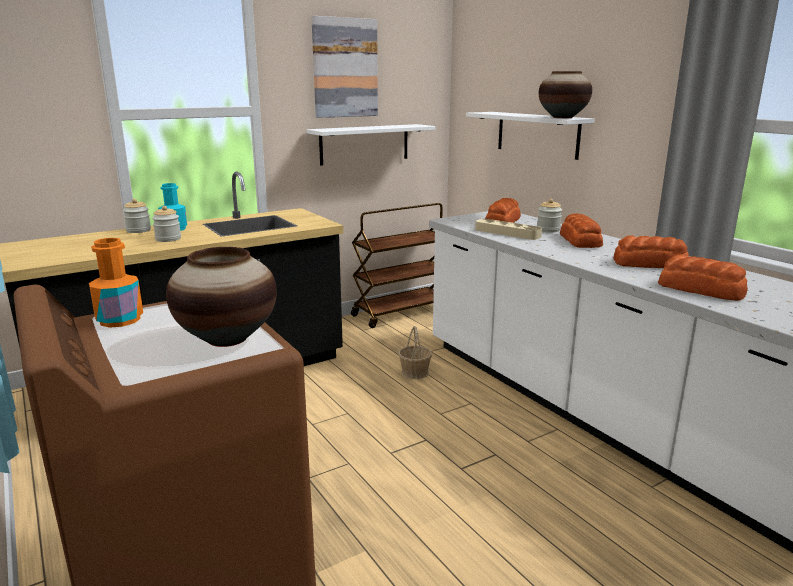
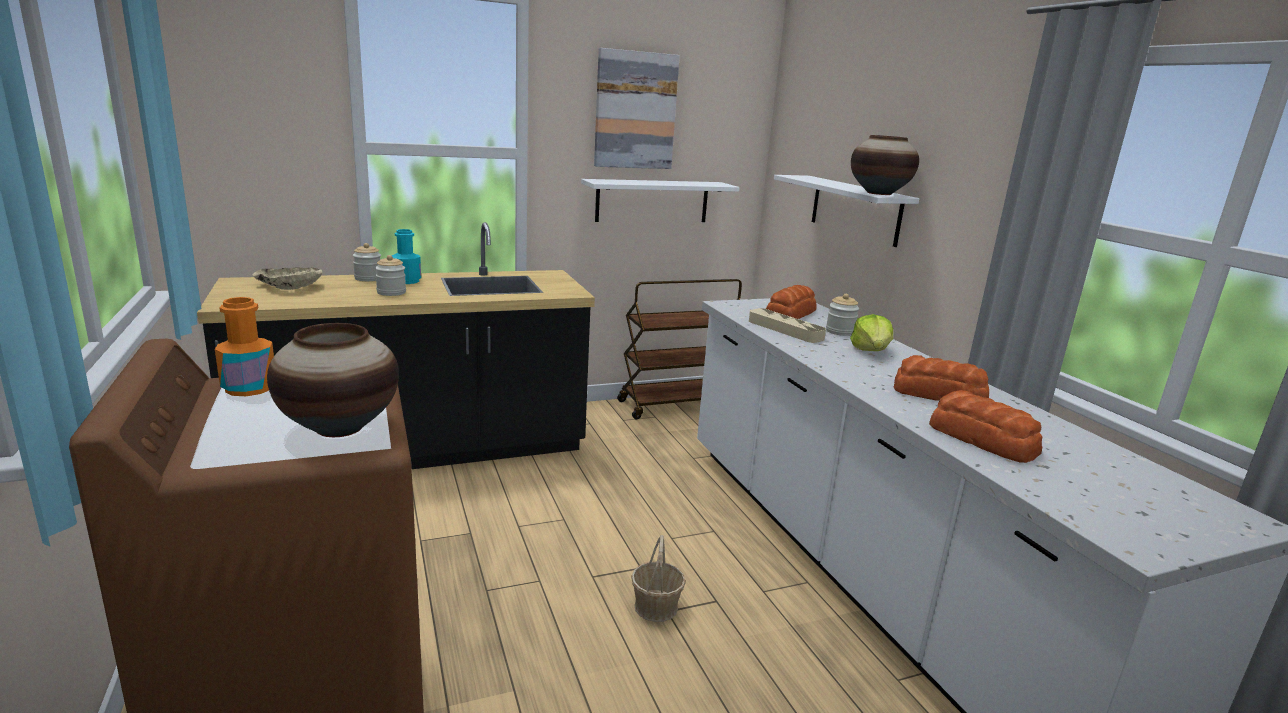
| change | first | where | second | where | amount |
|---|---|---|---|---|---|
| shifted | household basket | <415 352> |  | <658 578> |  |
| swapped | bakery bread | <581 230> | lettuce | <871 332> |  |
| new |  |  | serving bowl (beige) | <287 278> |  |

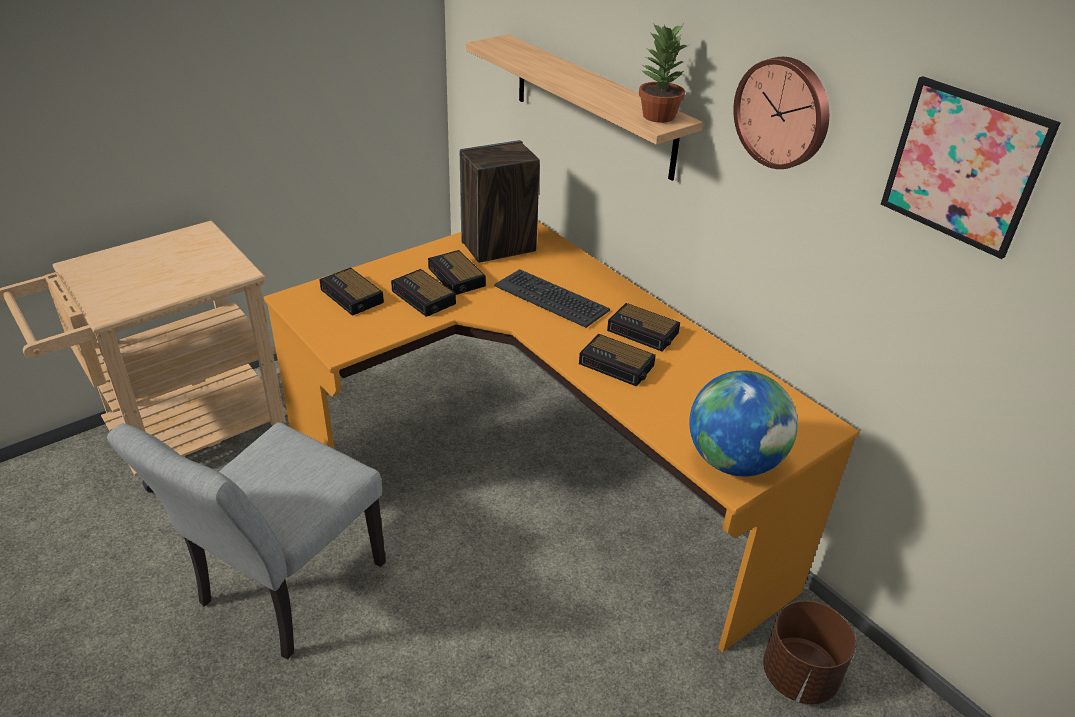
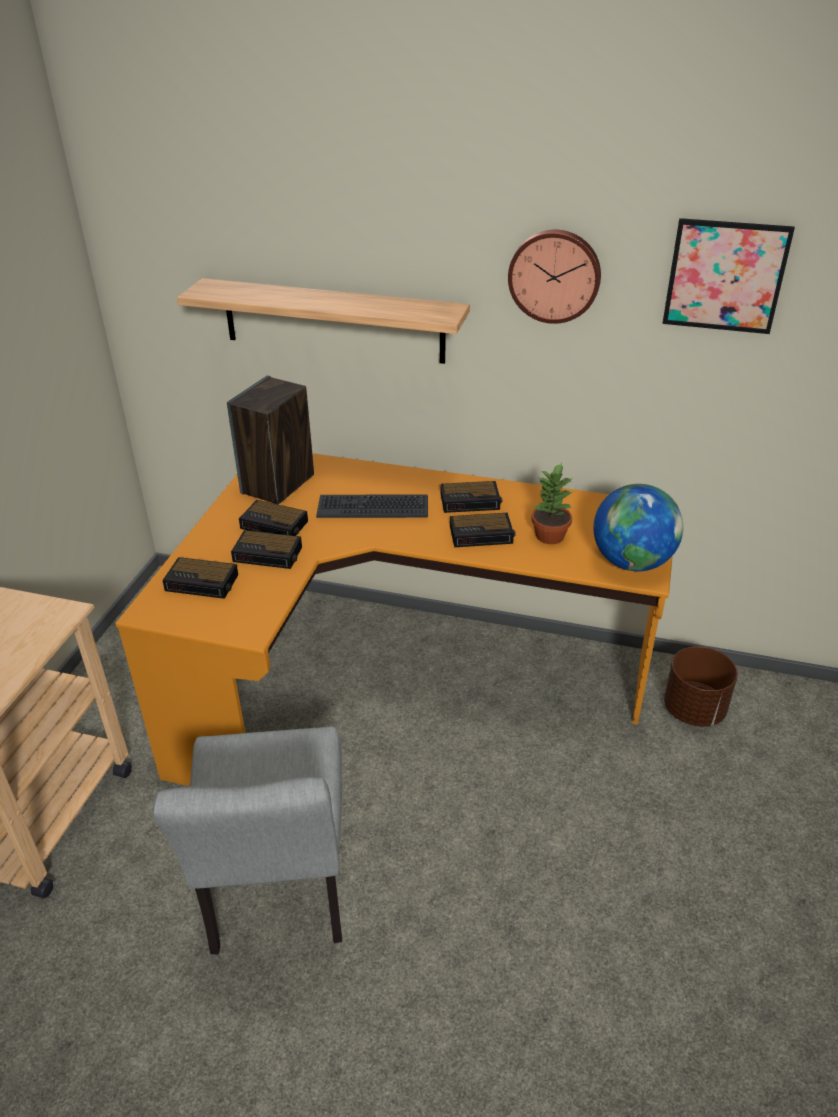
| change | first | where | second | where | amount |
|---|---|---|---|---|---|
| shifted | potted plant | <664 73> |  | <551 503> |  |

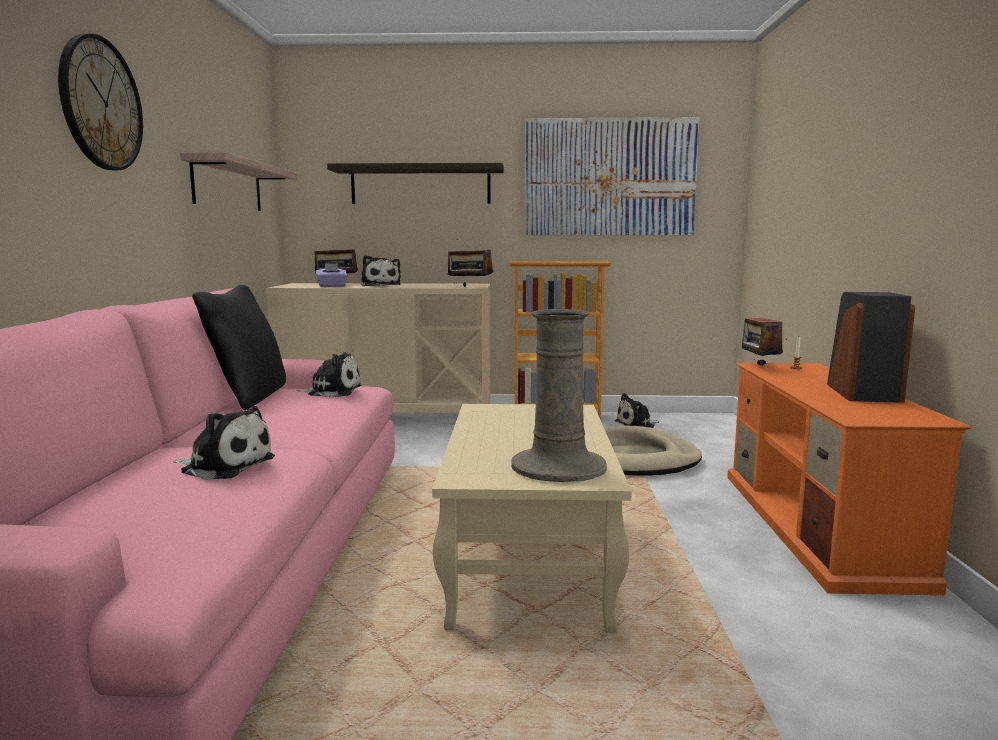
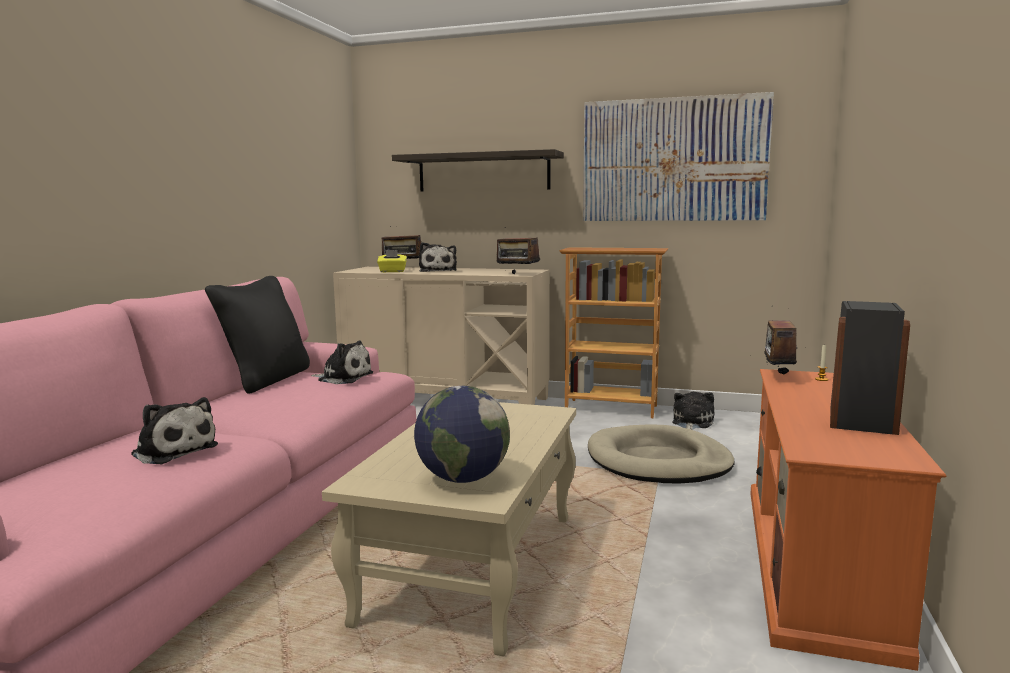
| change | first | where | second | where | amount |
|---|---|---|---|---|---|
| gone | hanging clock | <100 101> |  |  |  |
| gone | wall shelf | <238 181> |  |  |  |
| repainted | tissue holder (purplish) | <331 275> | tissue holder (yellowish) | <392 261> |  |
| swapped | vase (beige) | <559 395> | desk globe | <462 434> |  |
| rotated | soft toy | <637 410> |  | <693 411> | 120 degrees clockwise |

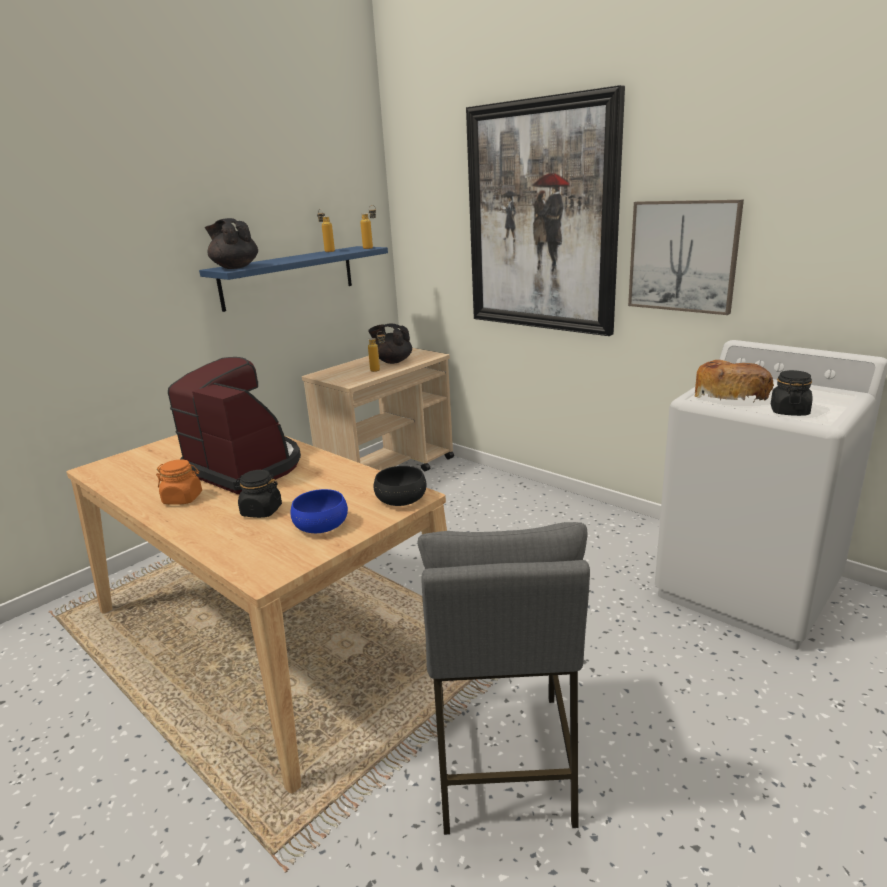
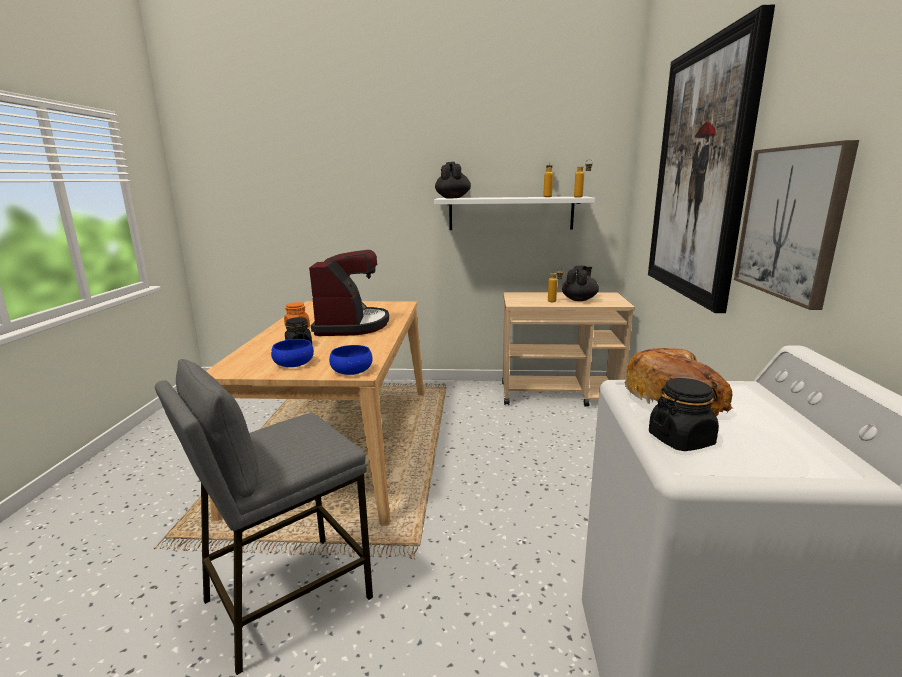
| change | first | where | second | where | amount |
|---|---|---|---|---|---|
| repainted | wall shelf (blue-coloured) | <293 279> | wall shelf (whitish) | <514 213> |  |
| rotated | teapot (black) | <390 343> |  | <580 283> | 45 degrees clockwise |
| repainted | serving bowl (black) | <400 486> | serving bowl (blue-coloured) | <350 360> |  |

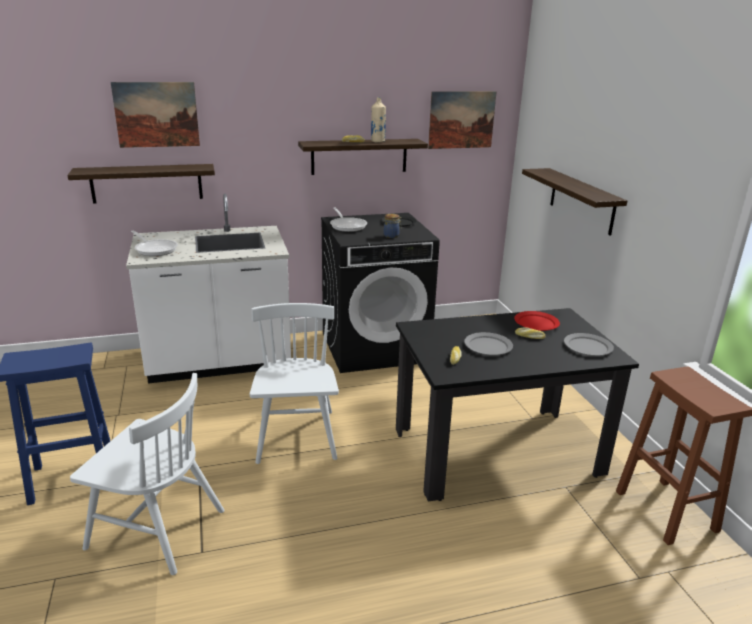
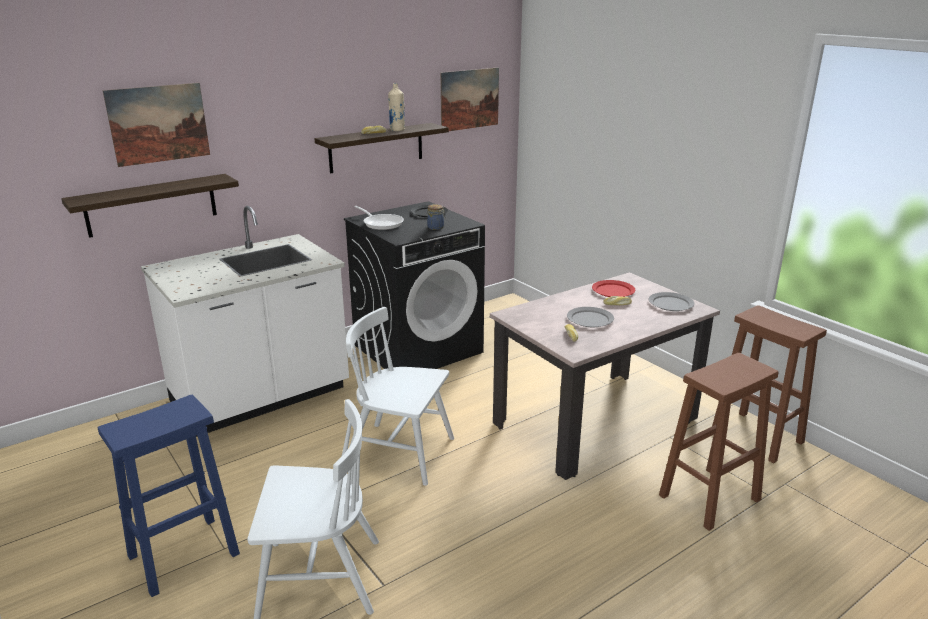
| change | first | where | second | where | amount |
|---|---|---|---|---|---|
| gone | skillet | <154 243> |  |  |  |
| rotated | chair (whitish) | <294 383> |  | <400 396> | 45 degrees counterclockwise |
| repainted | kitchen table (black) | <517 405> | kitchen table (beige) | <605 376> |  |
| gone | wall shelf | <574 201> |  |  |  |
| new |  |  | sitting stool (brown-coloured) | <719 442> |  |

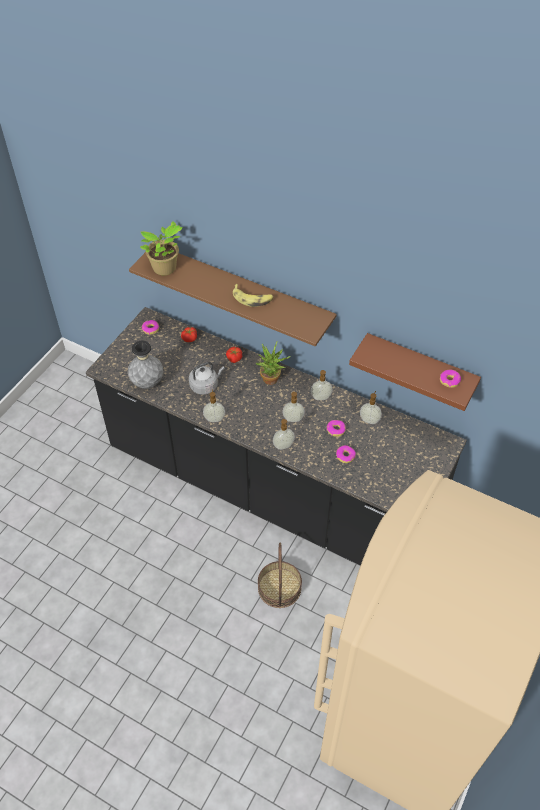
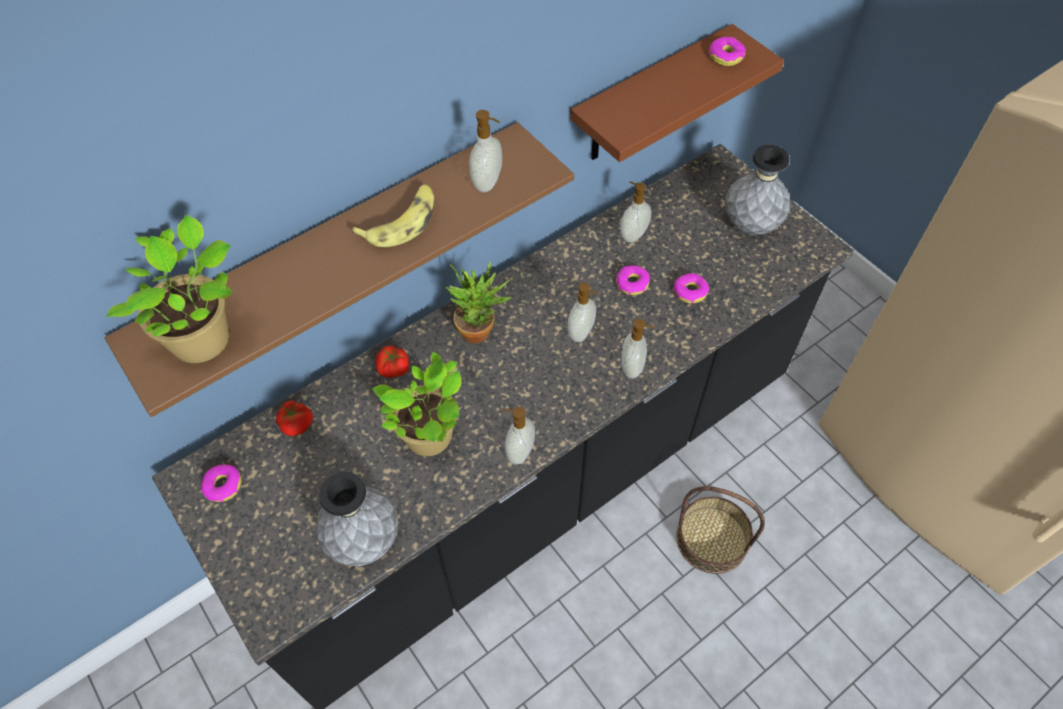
| change | first | where | second | where | amount |
|---|---|---|---|---|---|
| swapped | tea kettle (grey) | <207 378> | potted plant | <417 404> |  |
| shifted | soap dispenser | <321 385> |  | <485 151> |  |
| new |  |  | vase (grey) | <758 190> |  |

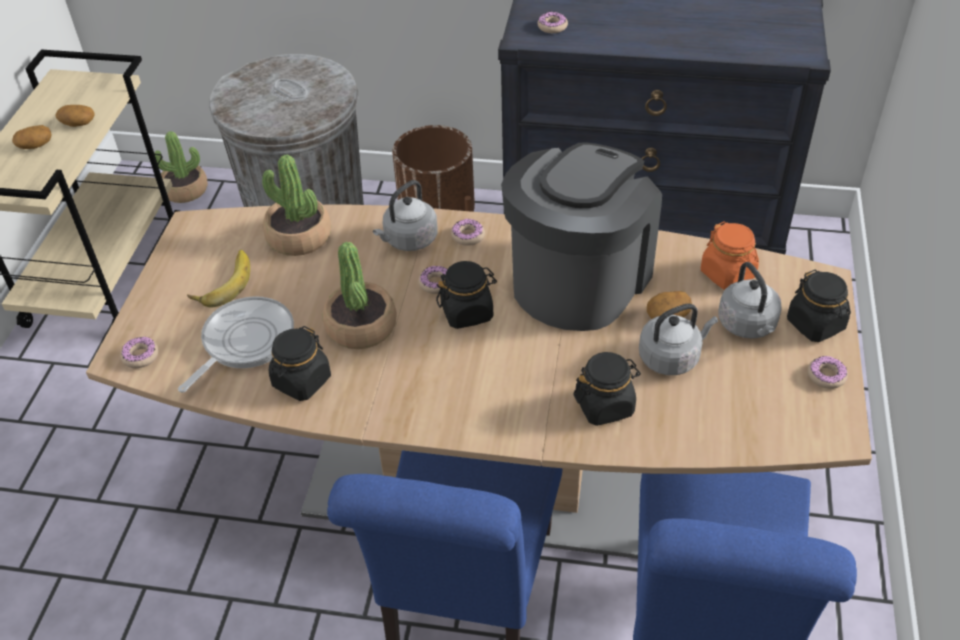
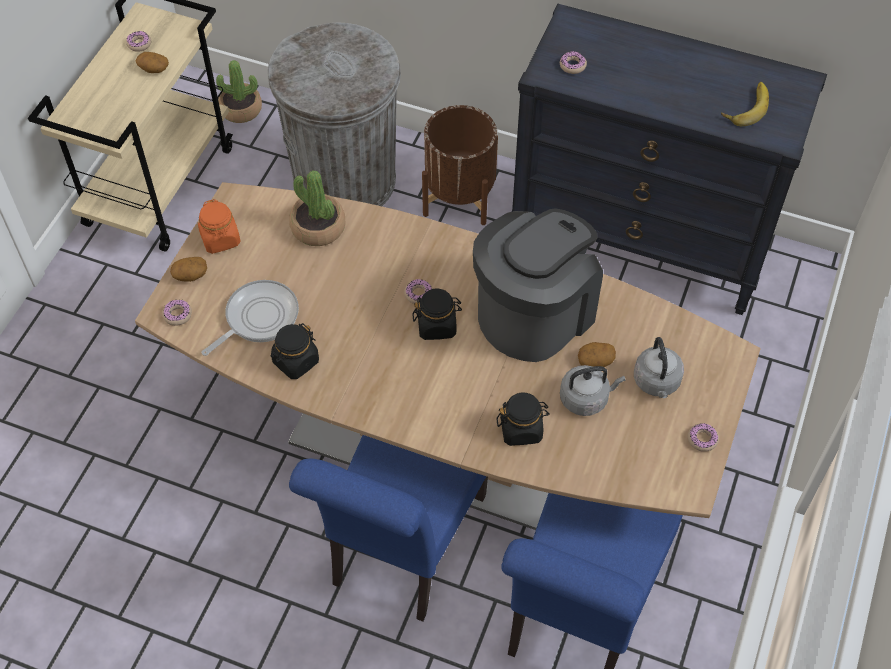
| change | first | where | second | where | amount |
|---|---|---|---|---|---|
| shifted | whole potato | <32 137> |  | <188 269> |  |
| shifted | banana fruit | <218 279> |  | <745 104> |  |
| gone | potted plant | <360 295> |  |  |  |
| gone | tea kettle (grey) | <405 215> |  |  |  |
| shifted | donut | <468 232> |  | <138 41> |  |
| shifted | storage jar (orange) | <730 256> |  | <219 226> |  |
| gone | storage jar (black) | <819 306> |  |  |  |

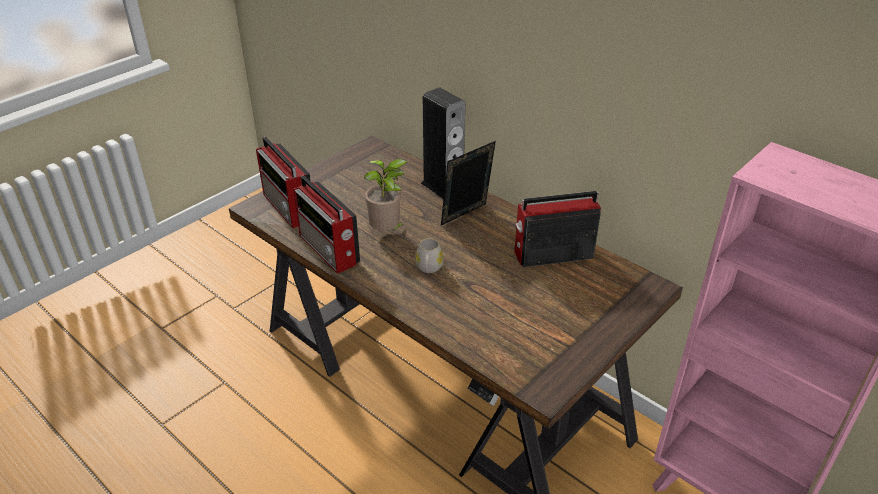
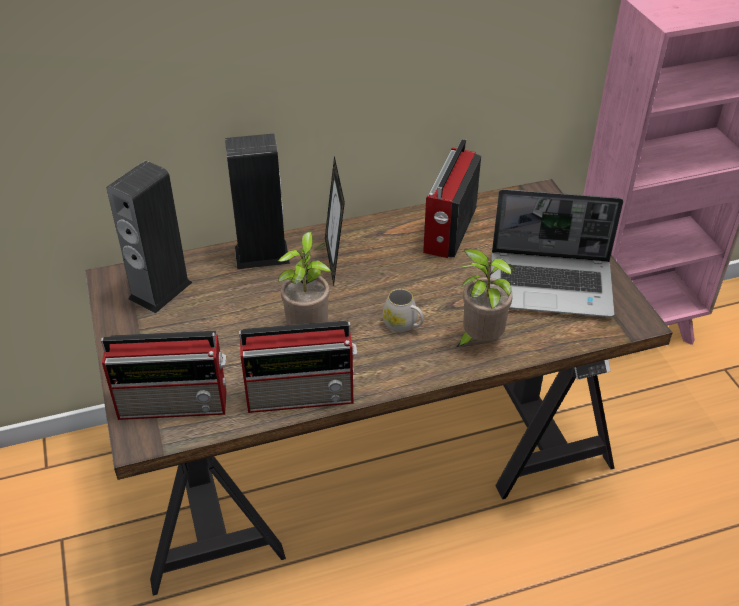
| change | first | where | second | where | amount |
|---|---|---|---|---|---|
| new |  |  | speaker | <150 237> |  |
| new |  |  | potted plant | <485 298> |  |
| new |  |  | notebook computer | <556 253> |  |

